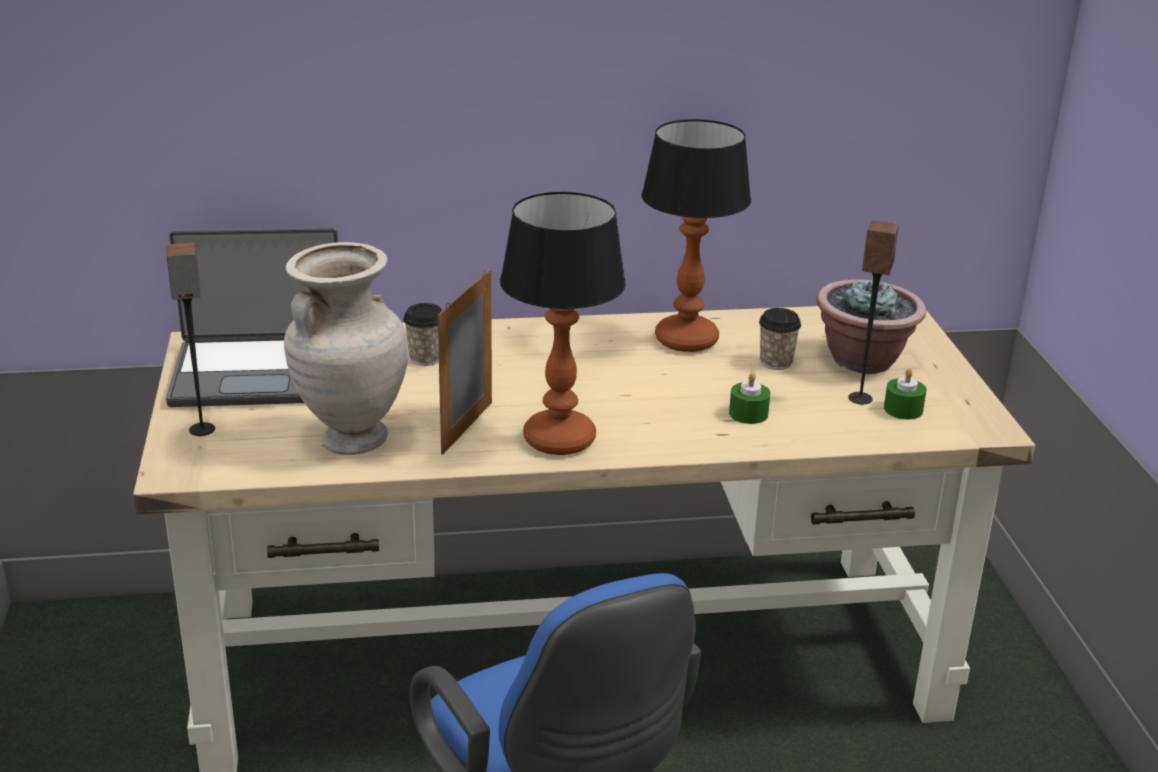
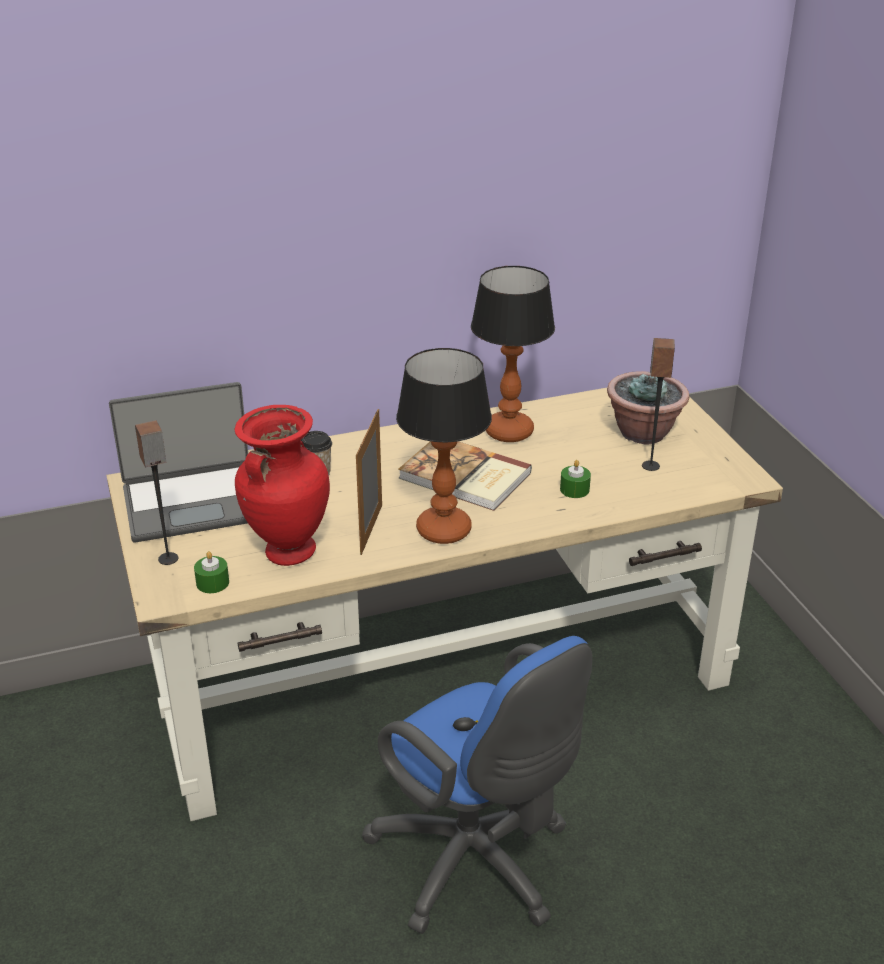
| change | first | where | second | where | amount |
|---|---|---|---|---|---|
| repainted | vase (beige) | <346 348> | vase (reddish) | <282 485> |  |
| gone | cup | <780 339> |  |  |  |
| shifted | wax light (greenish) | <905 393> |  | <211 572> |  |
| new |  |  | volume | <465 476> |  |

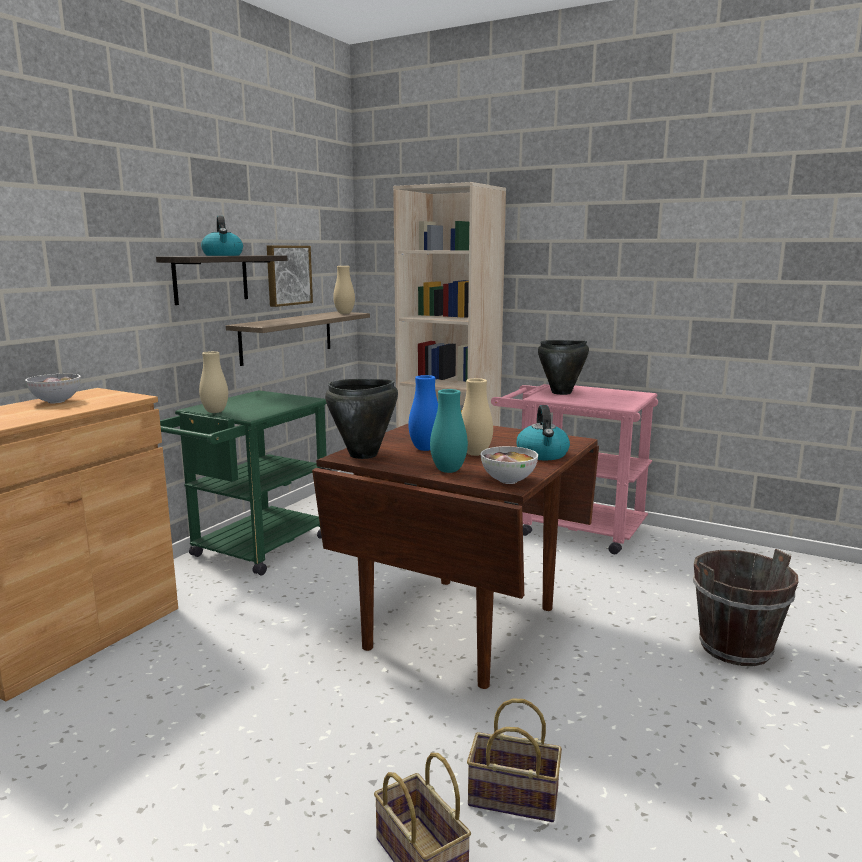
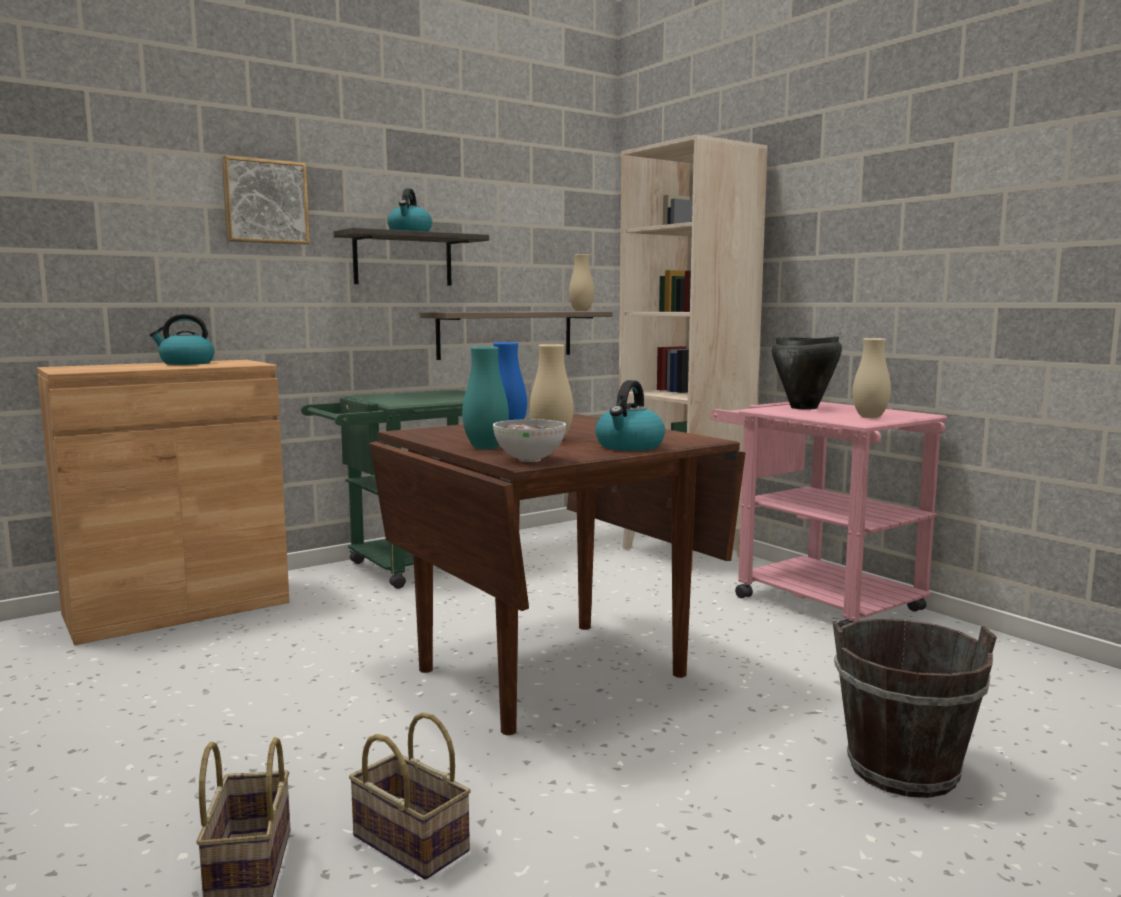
| change | first | where | second | where | amount |
|---|---|---|---|---|---|
| swapped | serving bowl | <53 388> | tea kettle | <182 339> |  |
| shifted | vase (beige) | <213 382> |  | <871 378> |  |
| shifted | wall art | <290 276> |  | <266 200> |  |
| gone | cooking pot (black) | <361 419> |  |  |  |

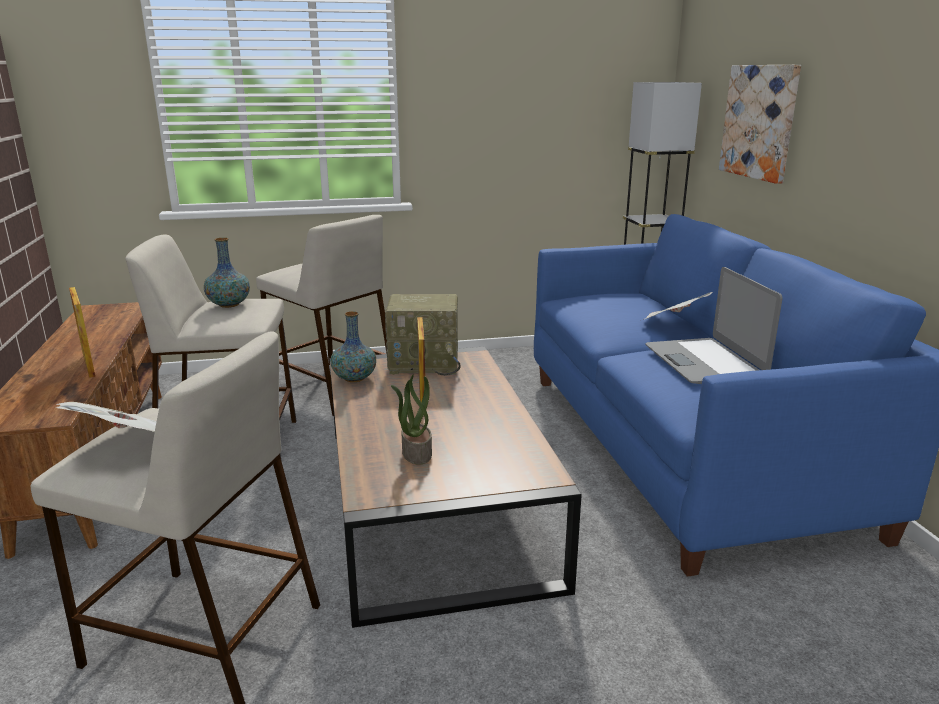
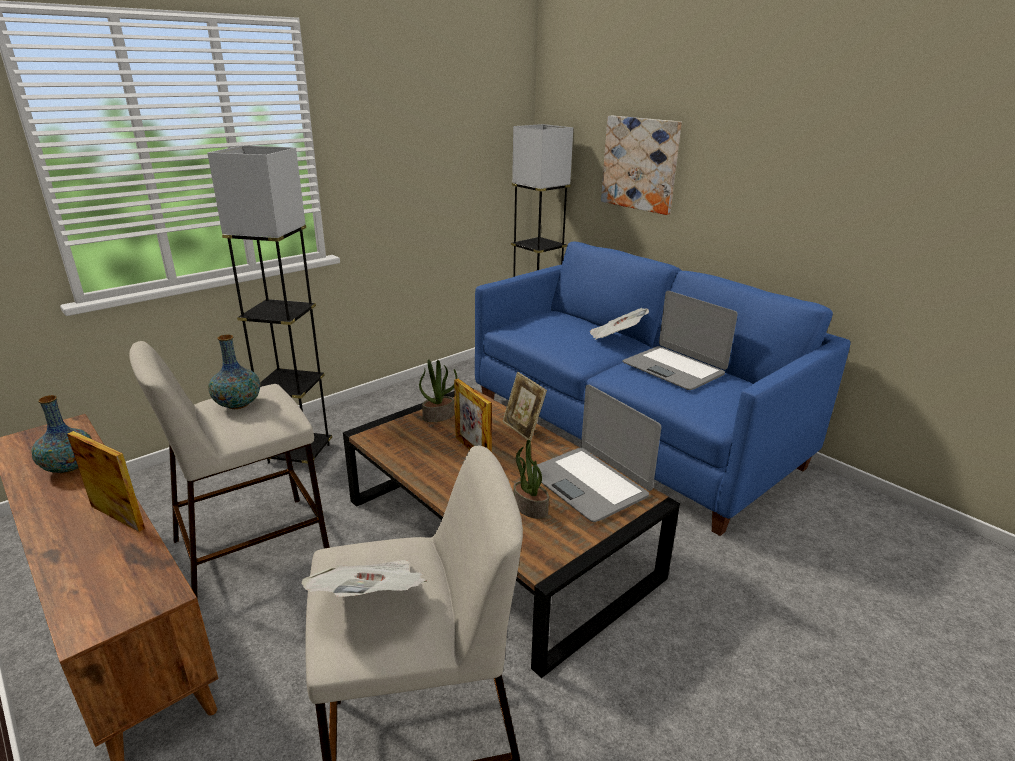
| change | first | where | second | where | amount |
|---|---|---|---|---|---|
| swapped | sitting stool (beige) | <321 315> | standing lamp (grey) | <269 304> |  |
| shifted | vase | <353 346> |  | <61 434> |  |
| swapped | radio | <423 334> | potted plant | <438 390> |  |
| new |  |  | standing frame | <524 406> |  |
| new |  |  | notebook computer | <596 453> |  |

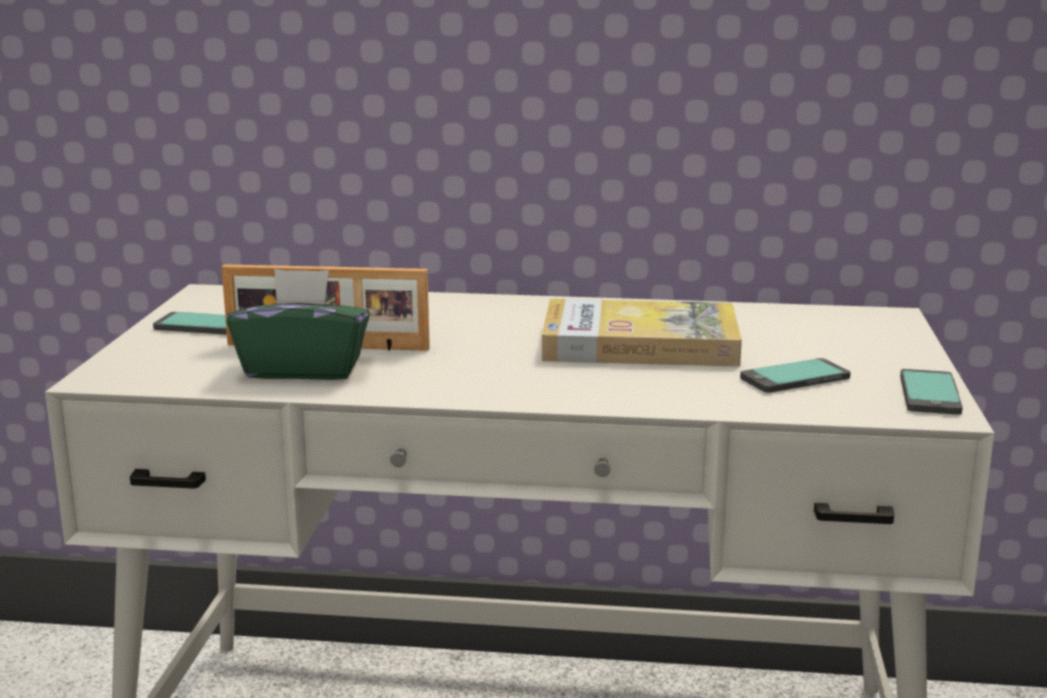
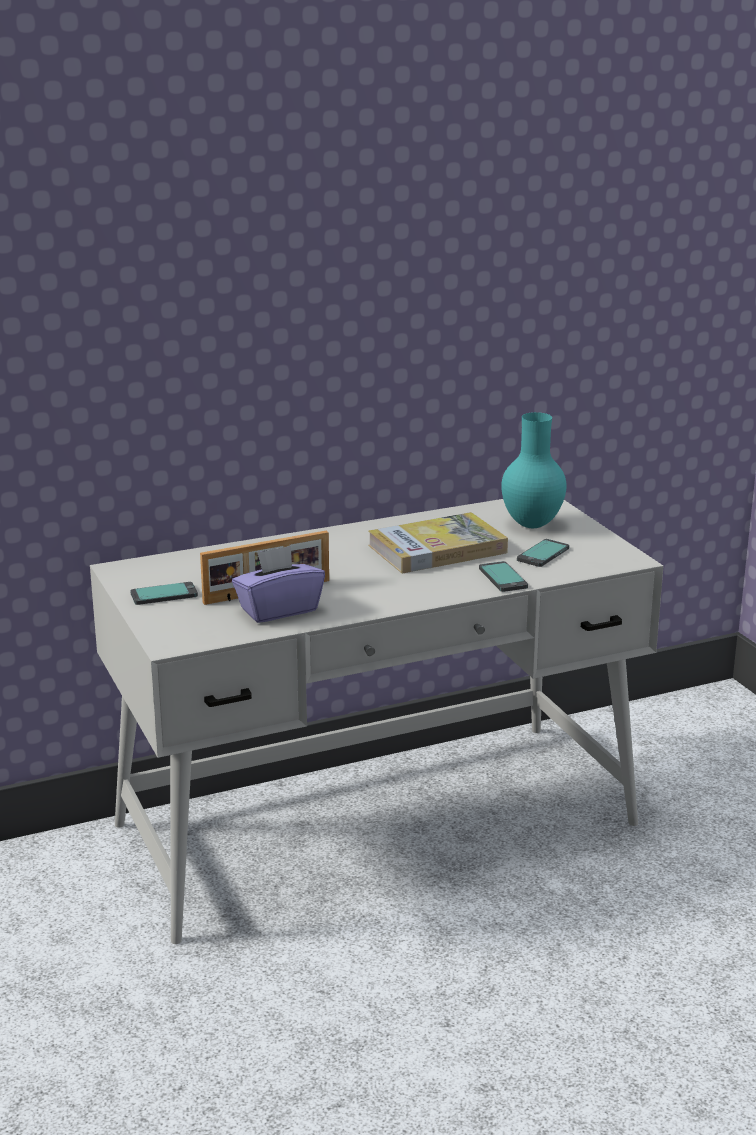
| change | first | where | second | where | amount |
|---|---|---|---|---|---|
| repainted | tissue holder (greenish) | <298 324> | tissue holder (purplish) | <278 584> |  |
| shifted | phone | <931 392> |  | <503 576> |  |
| new |  |  | vase (blue-green) | <534 470> |  |

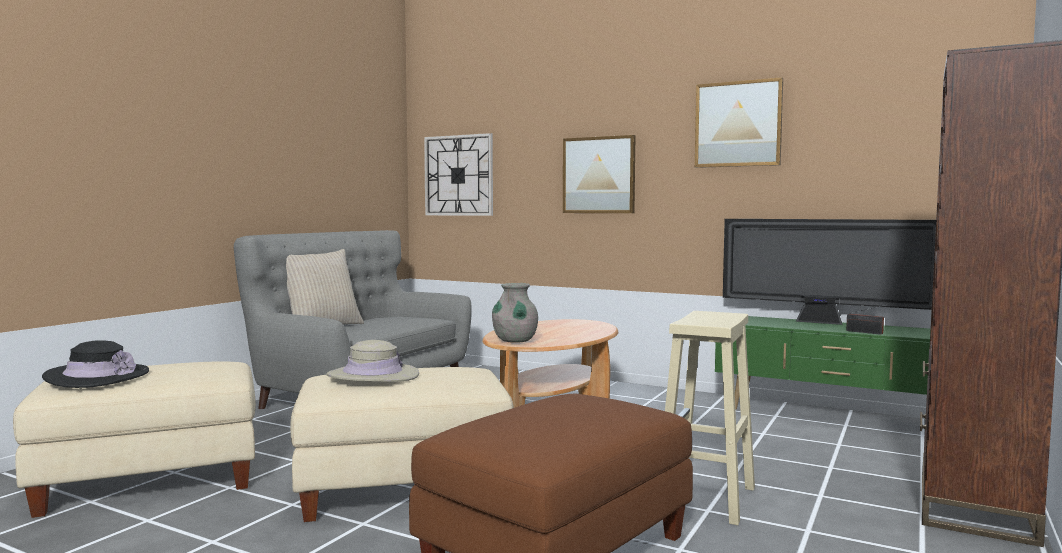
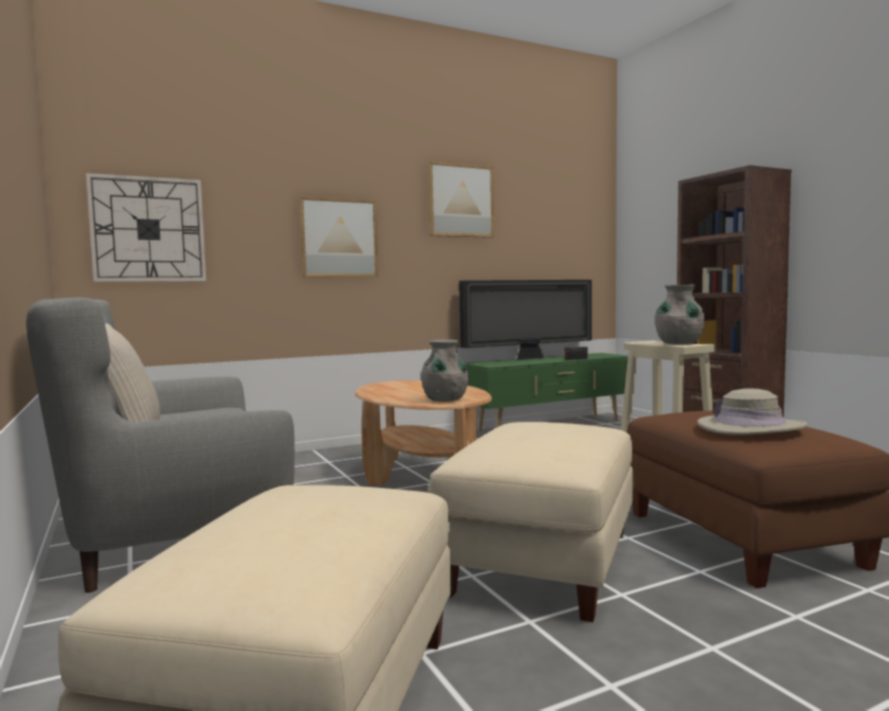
| change | first | where | second | where | amount |
|---|---|---|---|---|---|
| gone | wearable hat (black) | <95 364> |  |  |  |
| shifted | wearable hat (beige) | <372 361> |  | <752 411> |  |
| new |  |  | vase (grey) | <680 314> |  |

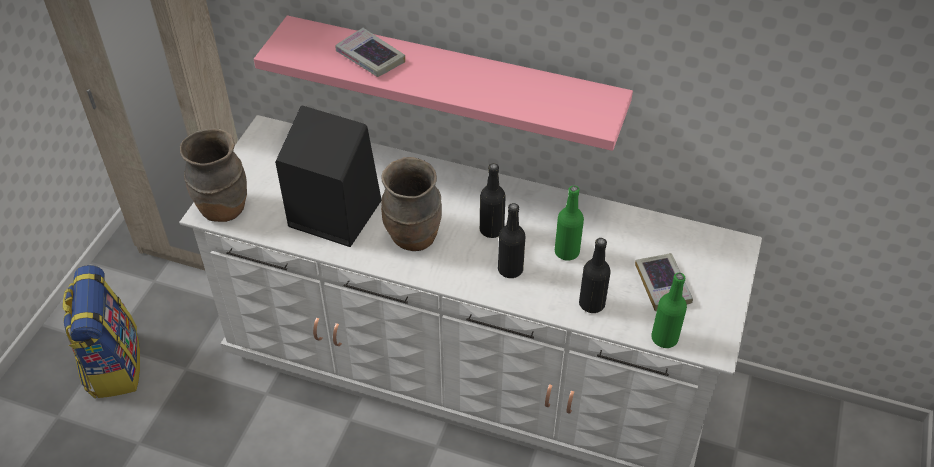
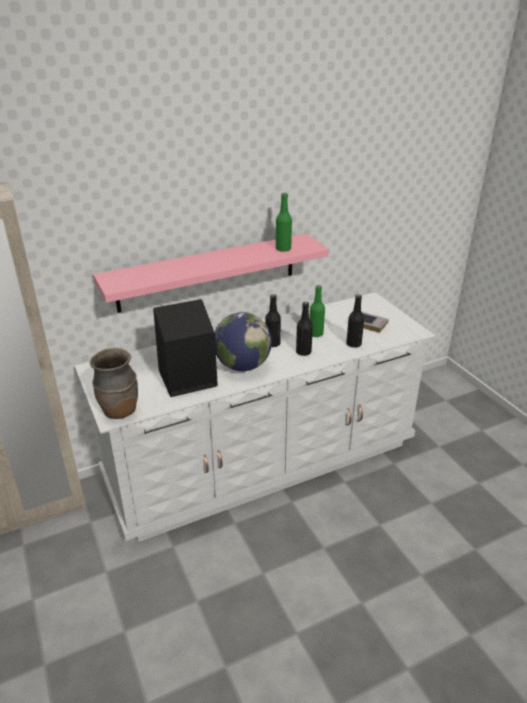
| change | first | where | second | where | amount |
|---|---|---|---|---|---|
| gone | knapsack | <101 332> |  |  |  |
| gone | volume | <370 52> |  |  |  |
| swapped | vase (brown-coloured) | <411 204> | desk globe | <243 341> |  |
| shifted | bottle (greenish) | <669 310> |  | <284 222> |  |

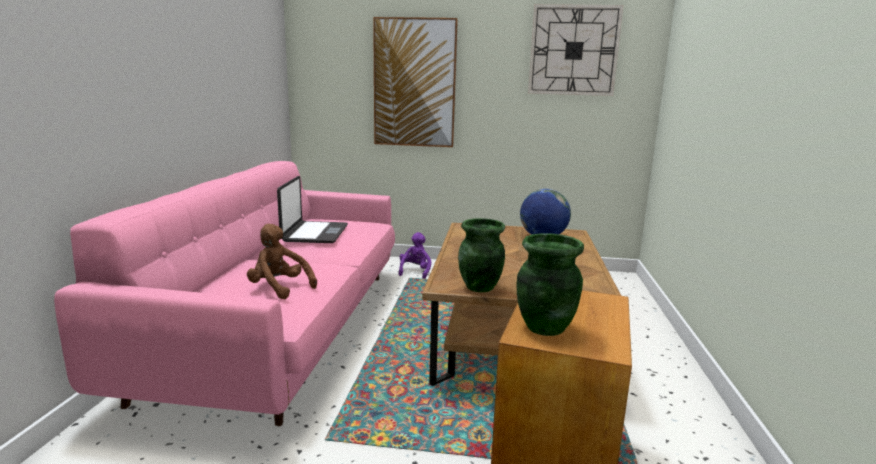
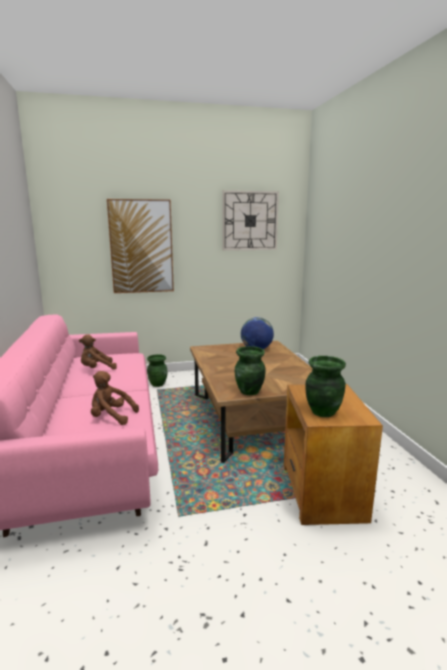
| change | first | where | second | where | amount |
|---|---|---|---|---|---|
| swapped | notebook computer | <312 209> | soft toy (brown-coloured) | <98 352> |  |
| swapped | soft toy (purplish) | <415 255> | vase (greenish) | <157 370> |  |

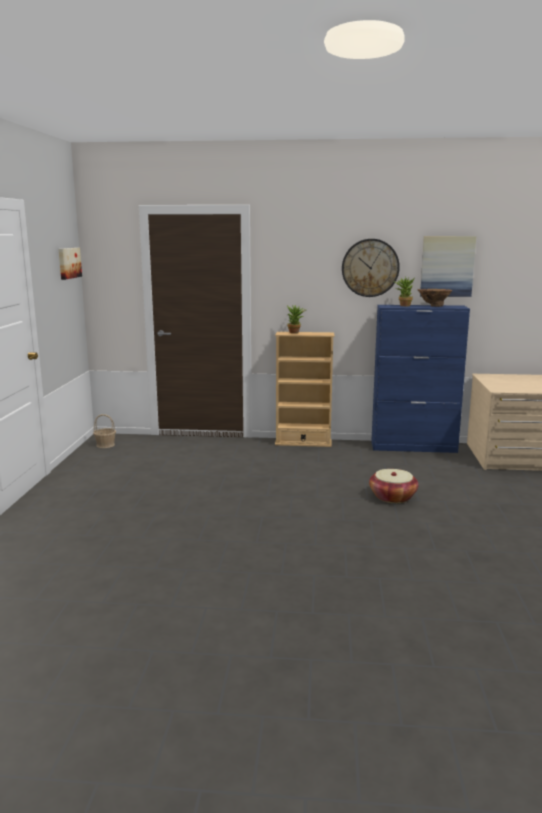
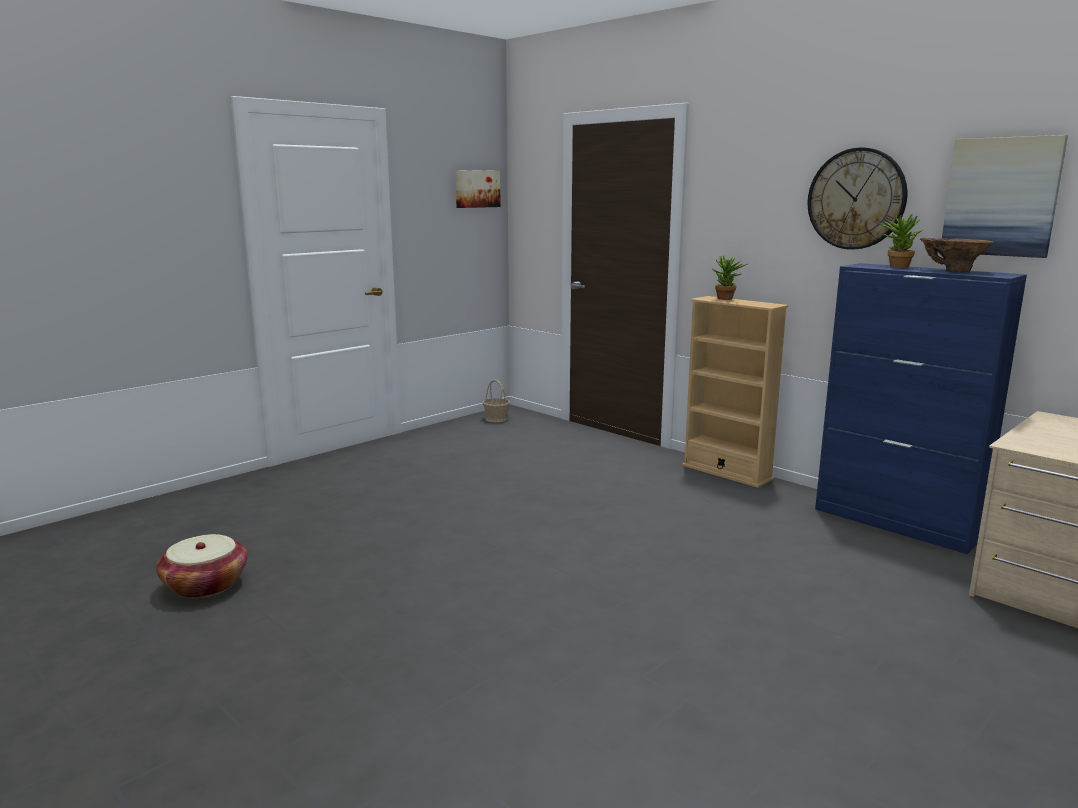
| change | first | where | second | where | amount |
|---|---|---|---|---|---|
| shifted | household basket | <393 486> |  | <201 566> |  |

